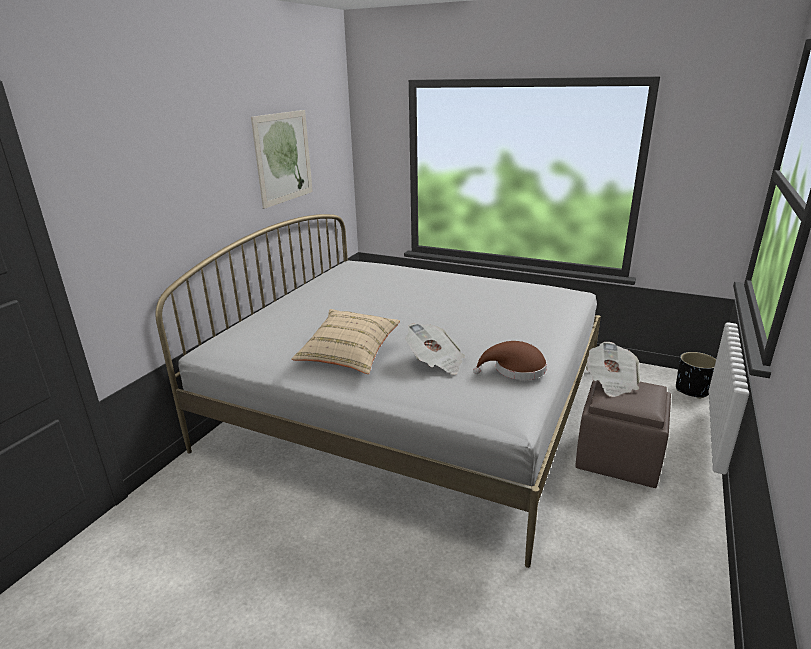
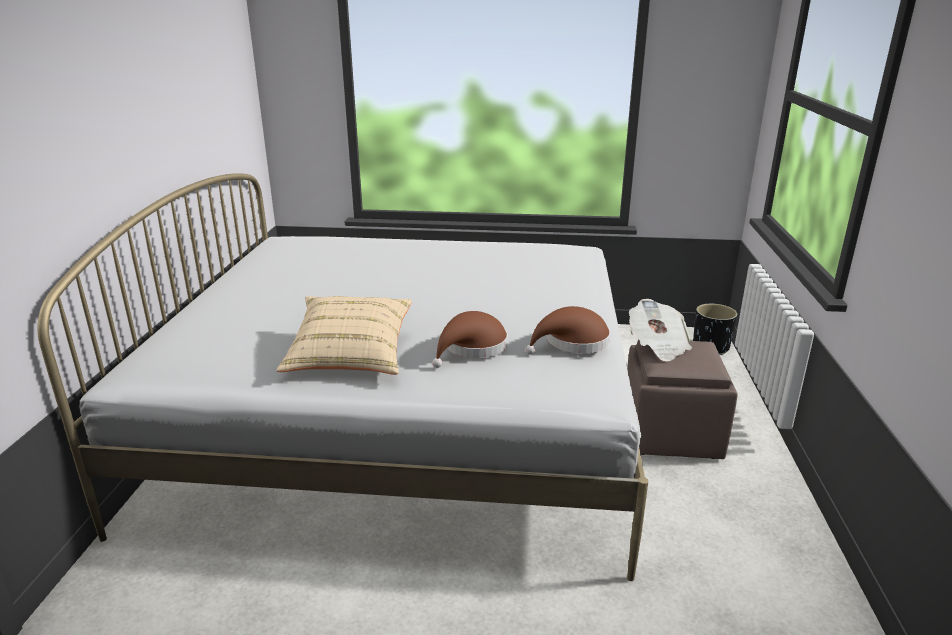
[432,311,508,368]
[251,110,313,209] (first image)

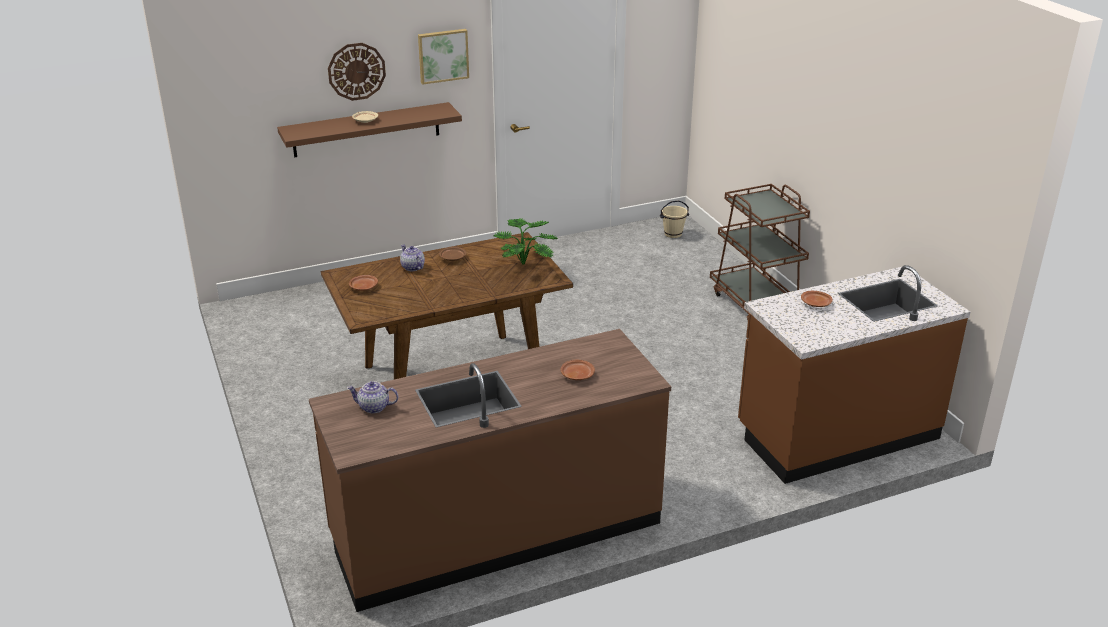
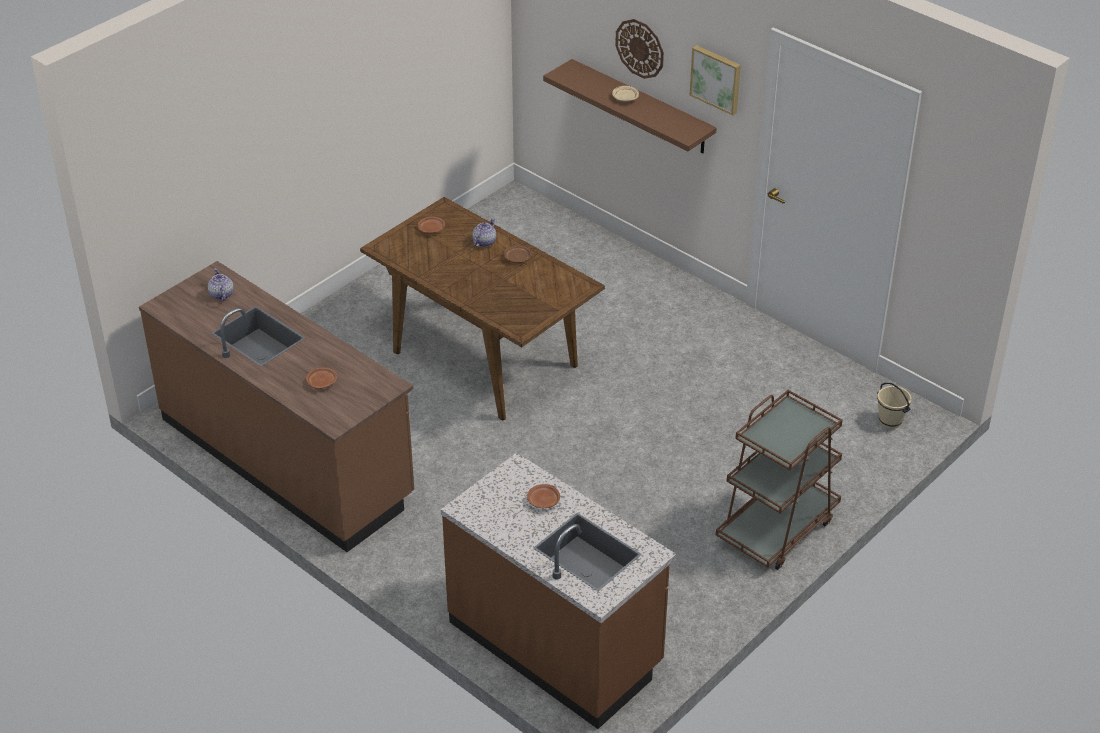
[494,218,558,265] (first image)

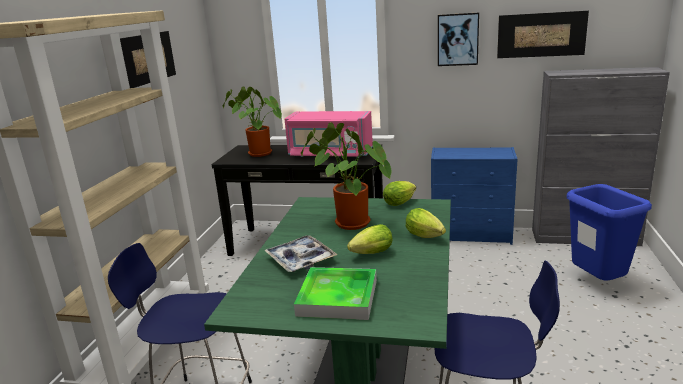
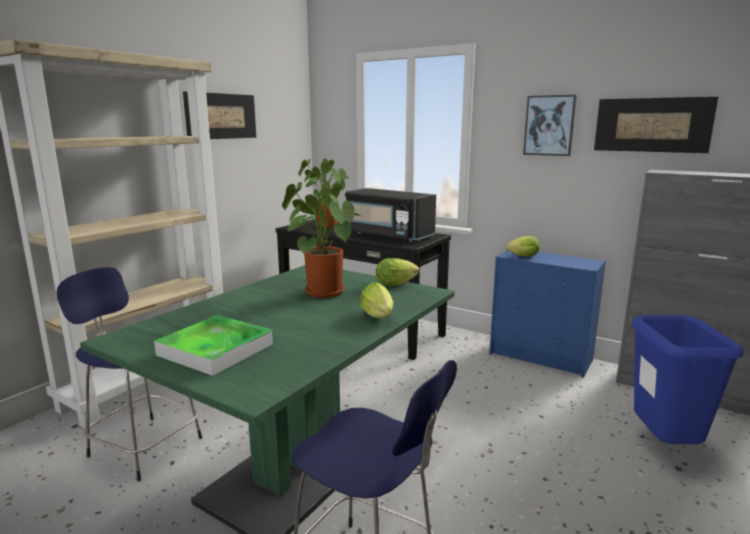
[345,188,436,242]
[506,236,540,256]
[264,235,338,272] (first image)

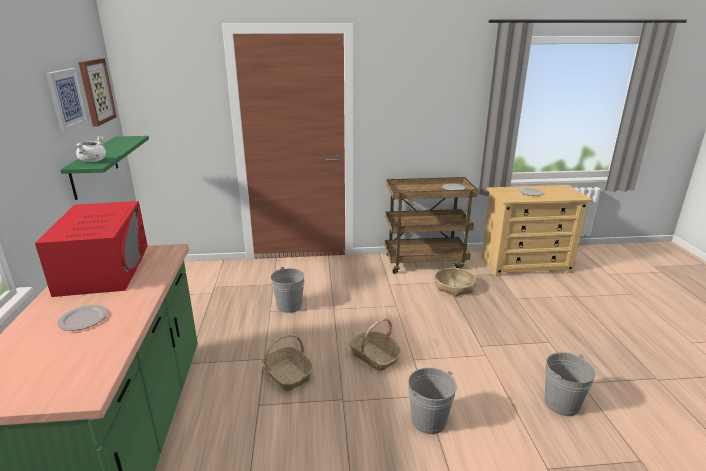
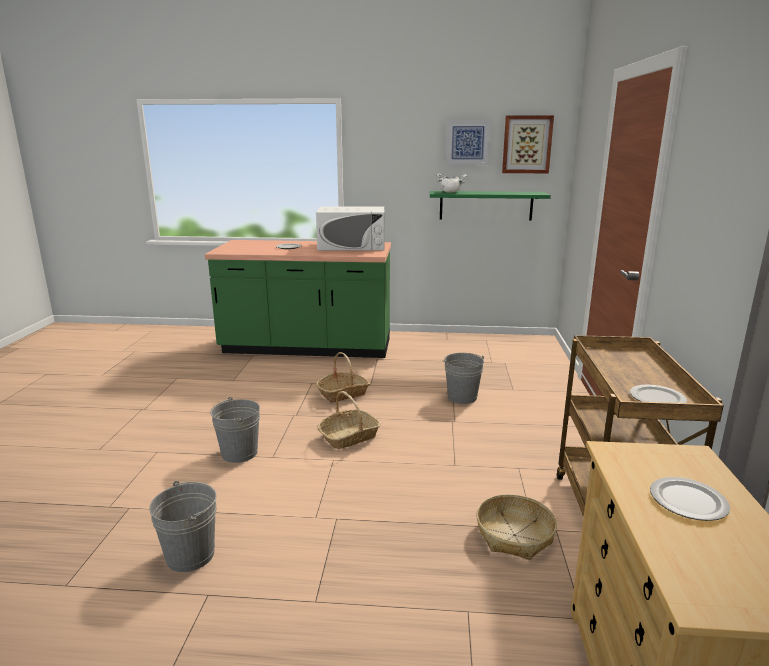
[316,207,384,251]

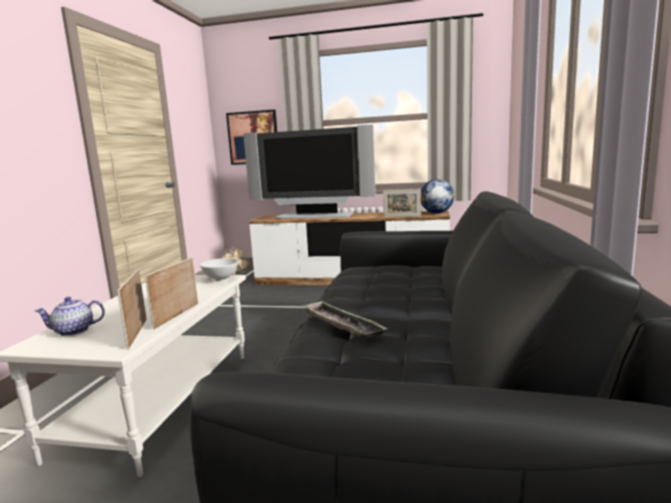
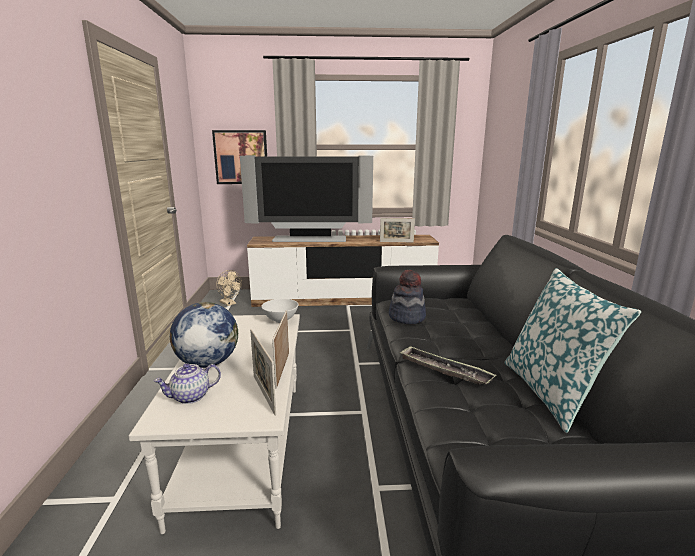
[170,302,238,368]
[389,270,426,324]
[505,268,641,433]

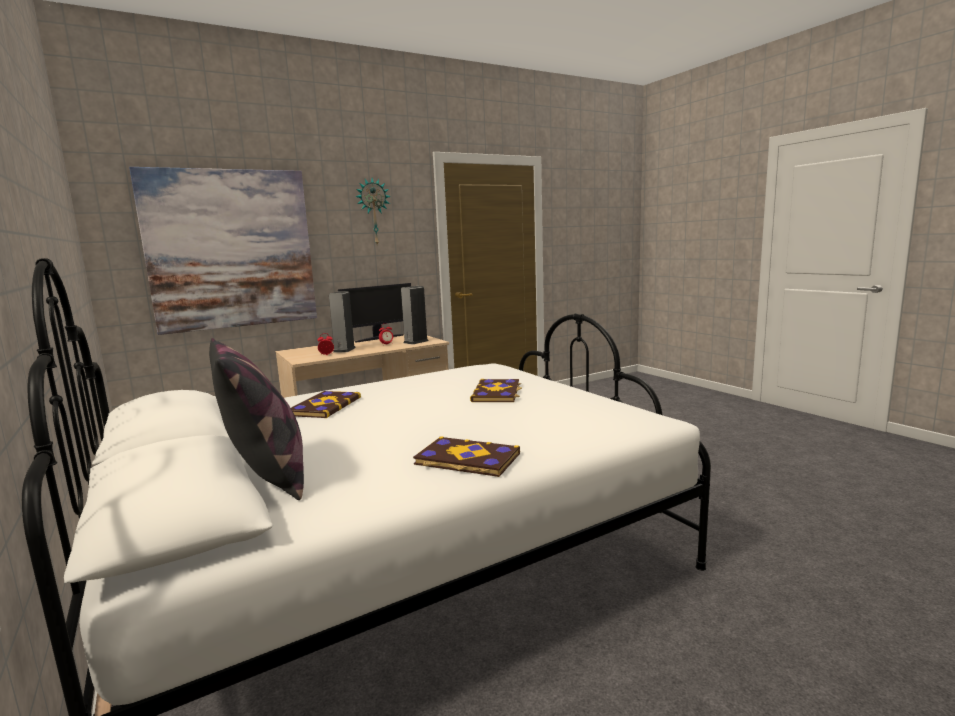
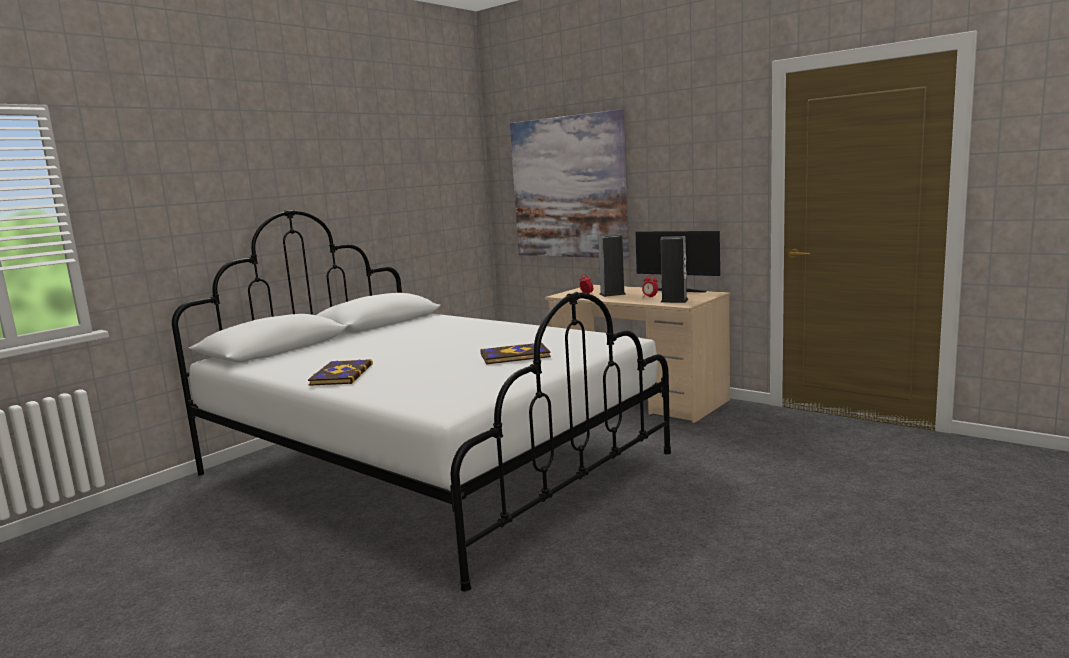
[209,338,304,500] (first image)
[291,391,361,418] (first image)
[355,178,391,245] (first image)

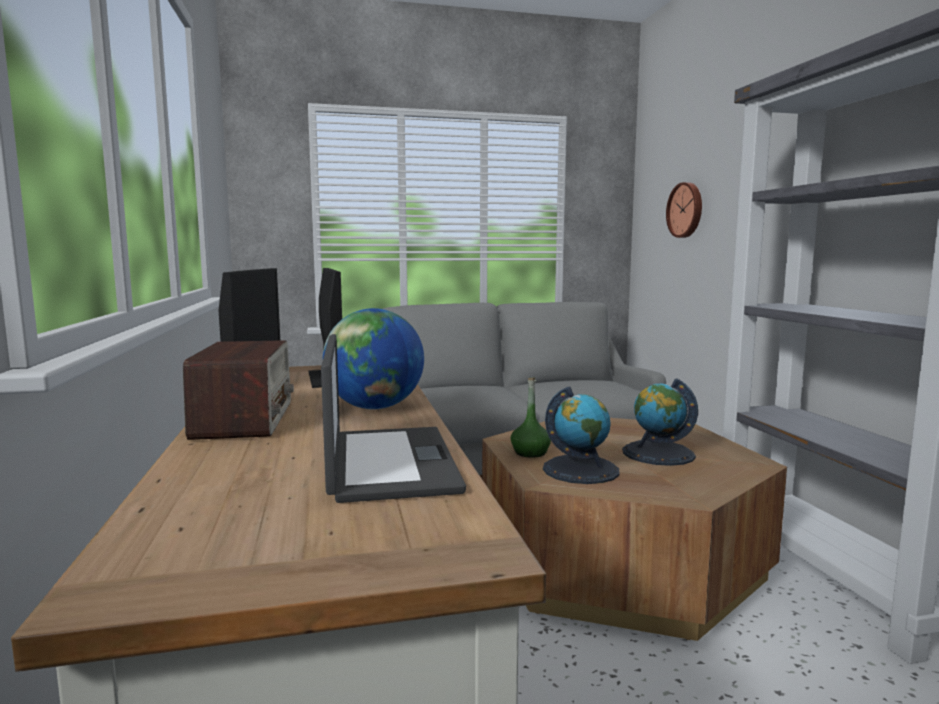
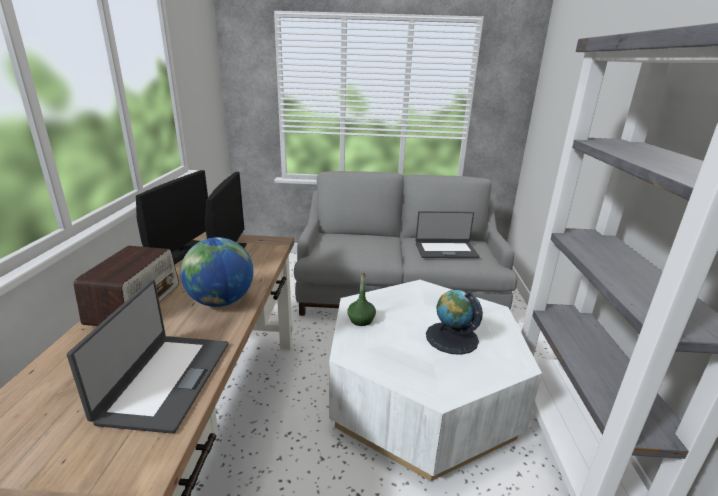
[329,280,542,481]
[416,211,480,258]
[543,387,619,484] (first image)
[666,182,702,238] (first image)

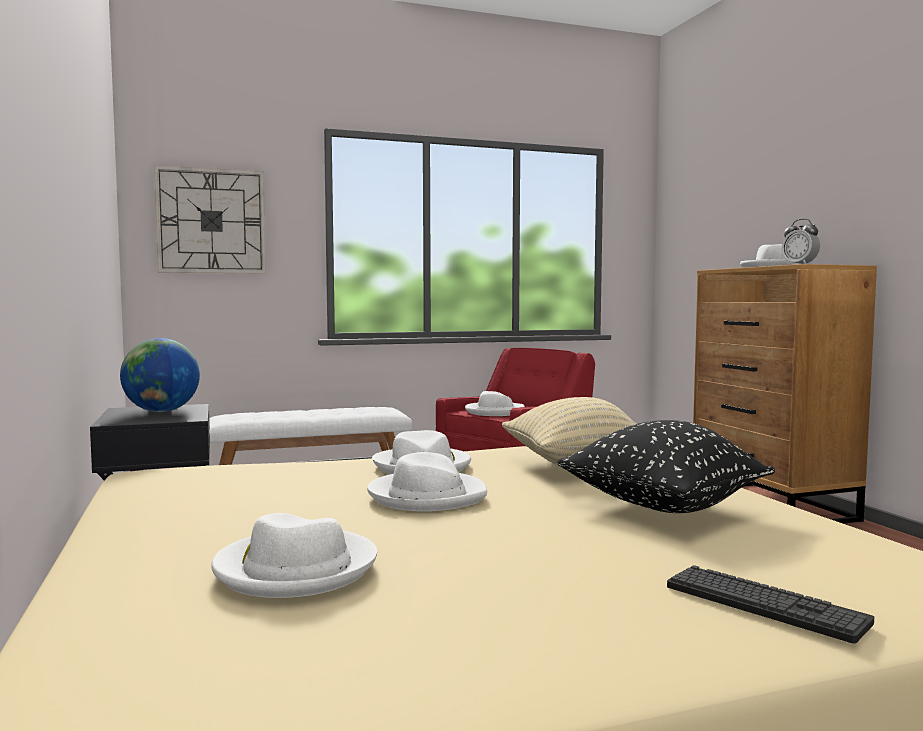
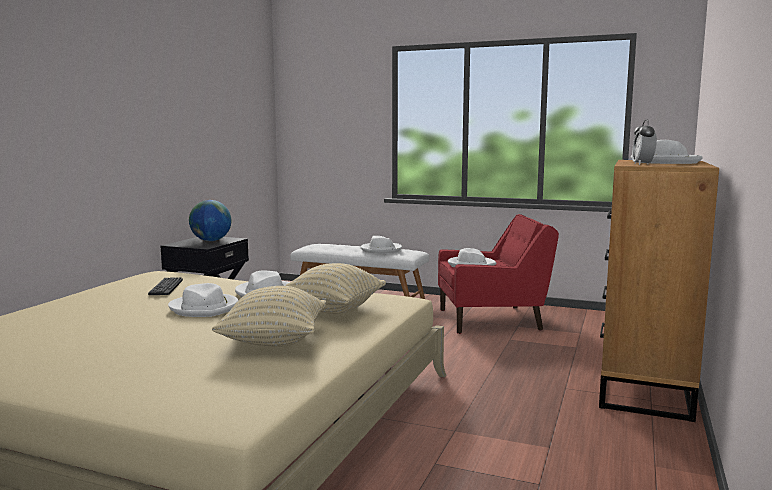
[148,277,183,295]
[212,286,326,347]
[361,236,402,254]
[154,165,266,274] (first image)

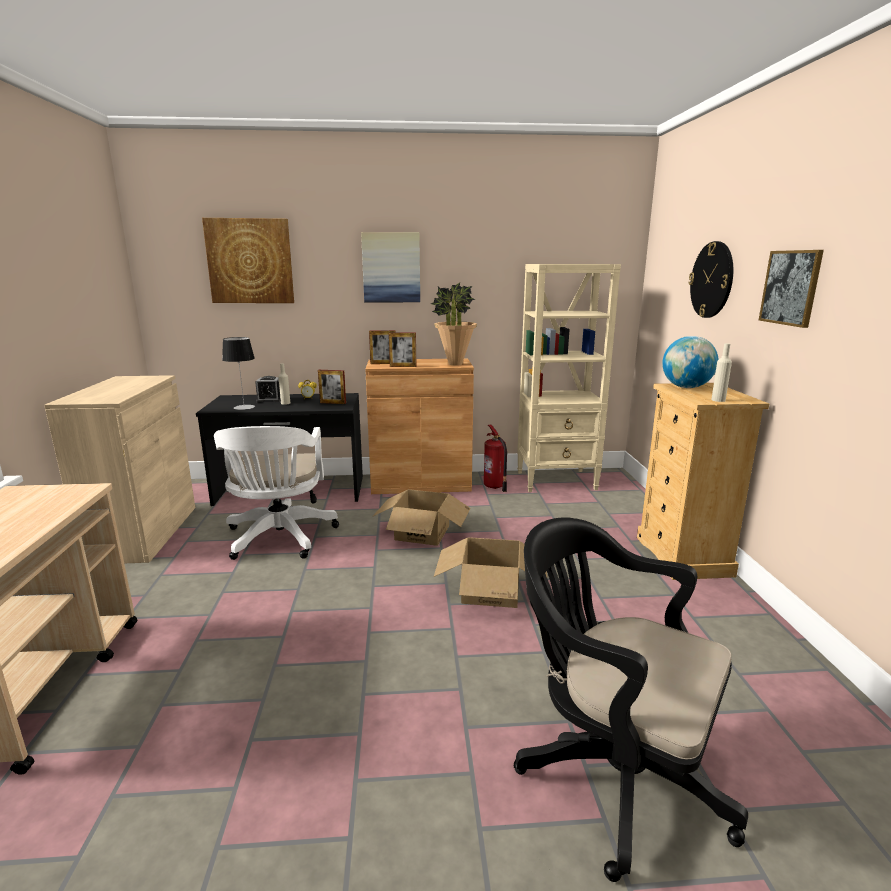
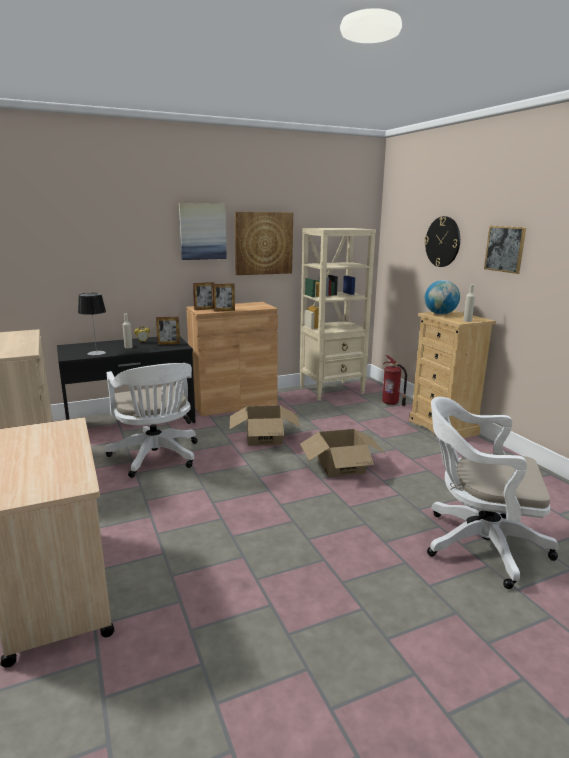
[235,212,293,275]
[382,355,407,406]
[427,397,558,589]
[255,376,281,402] (first image)
[431,283,477,366] (first image)

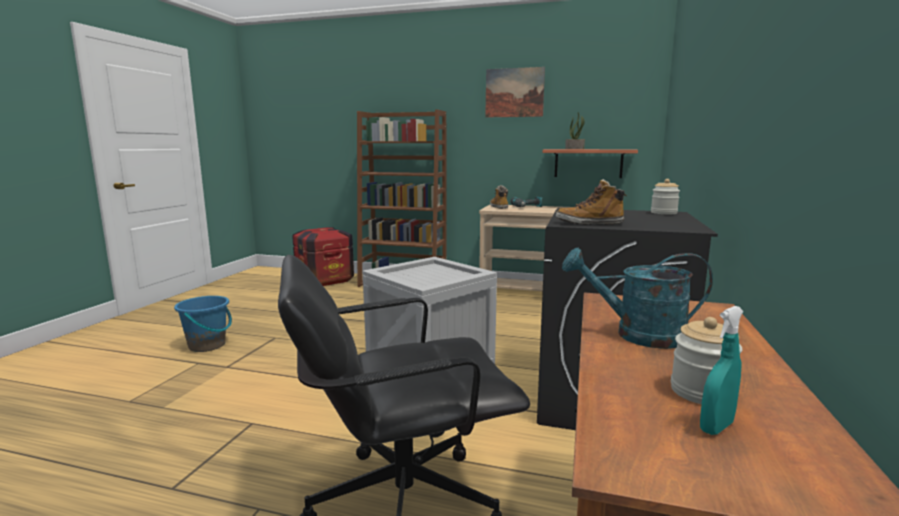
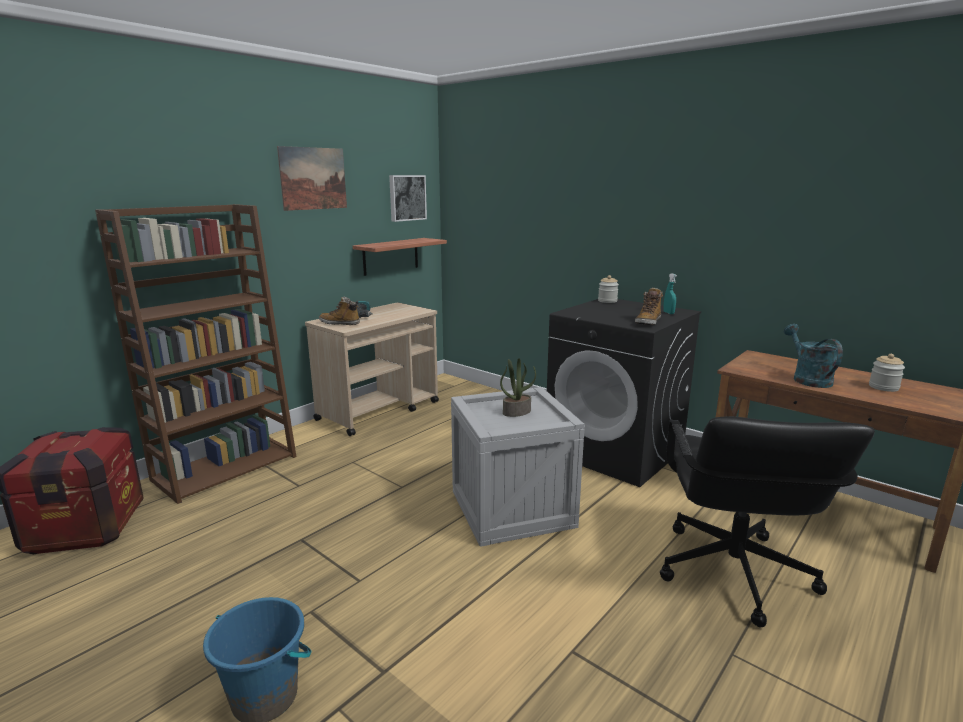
[389,175,427,222]
[500,358,536,417]
[663,273,677,314]
[784,324,843,388]

